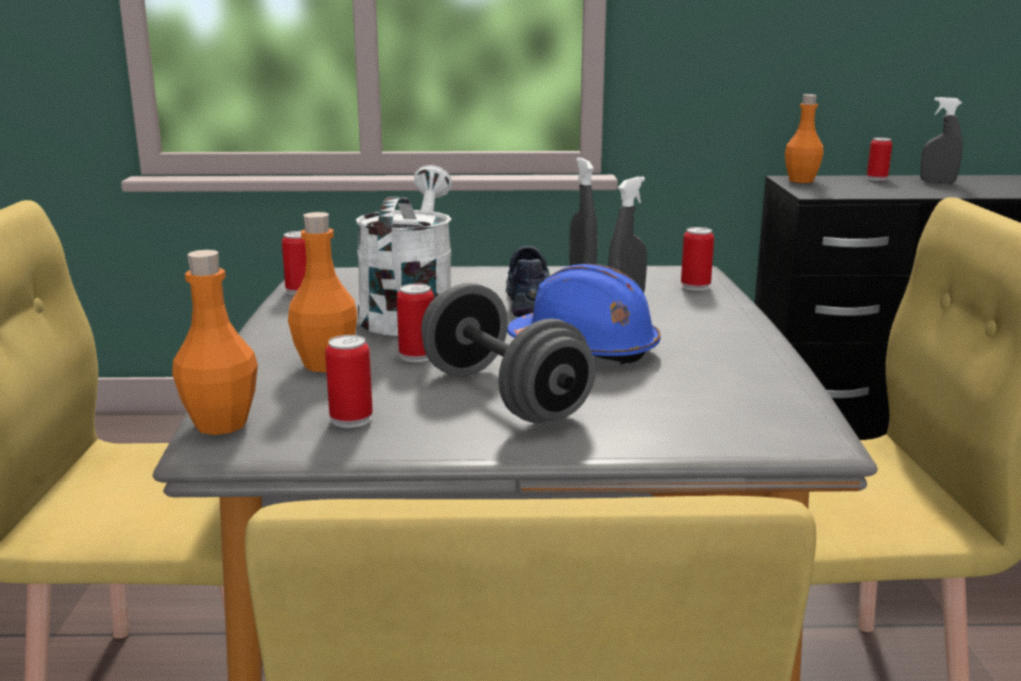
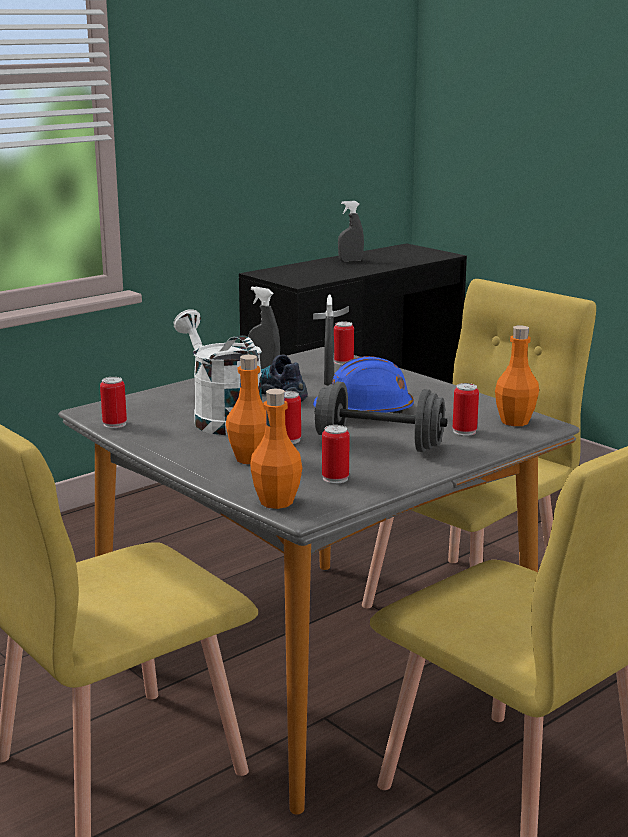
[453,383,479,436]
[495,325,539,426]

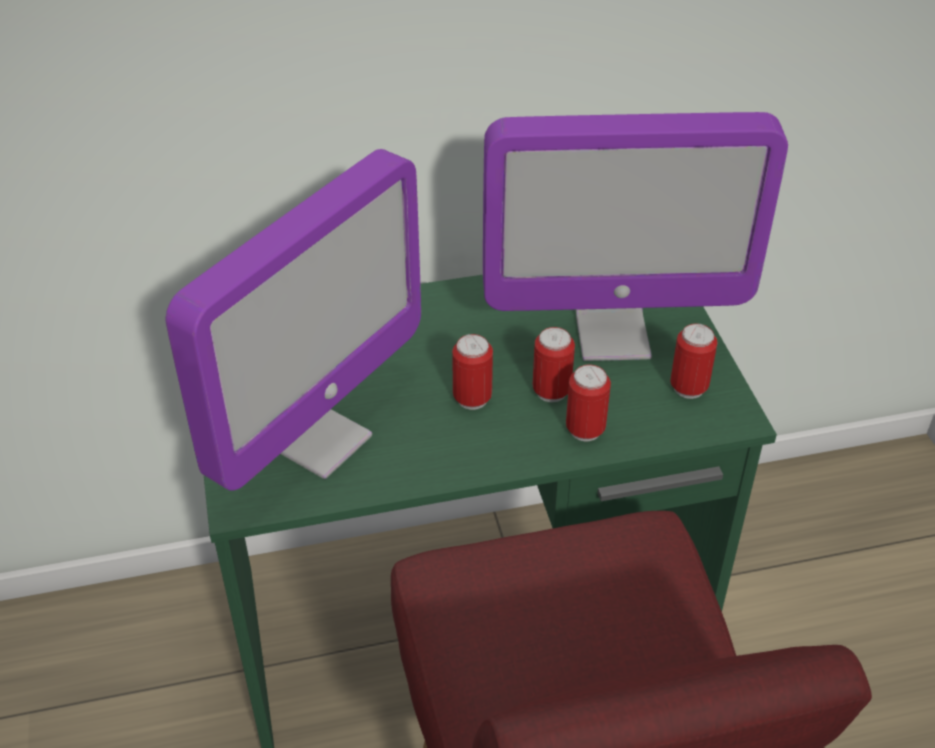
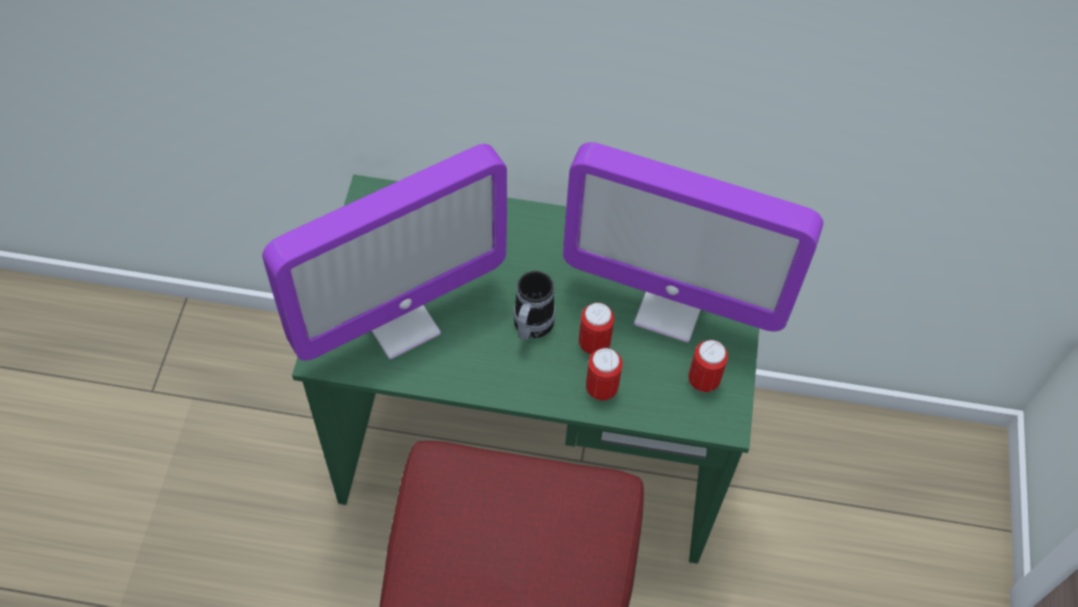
[514,271,555,340]

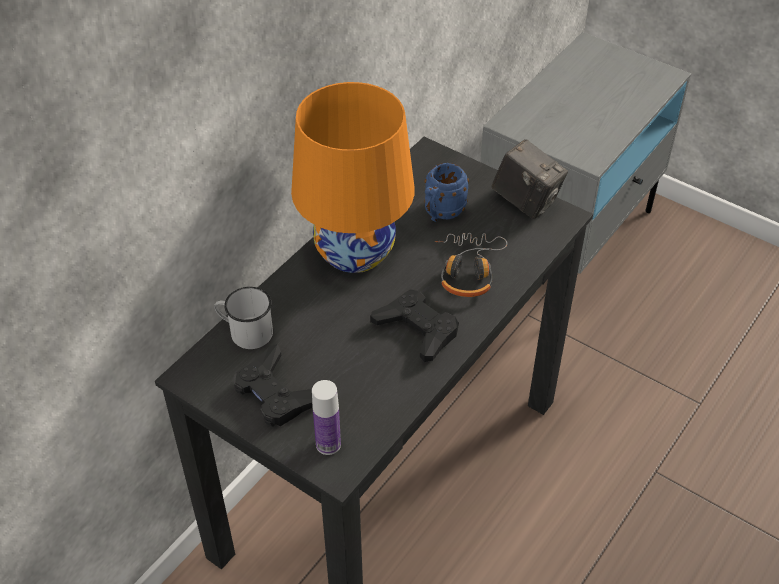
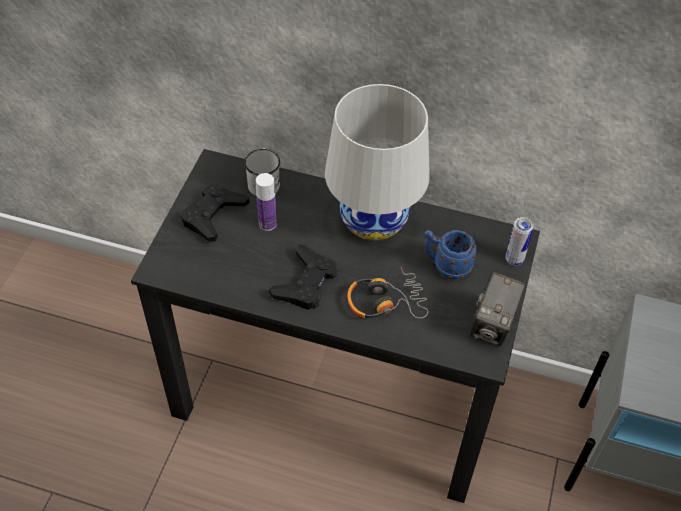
[256,173,277,231]
[325,84,430,241]
[506,217,534,265]

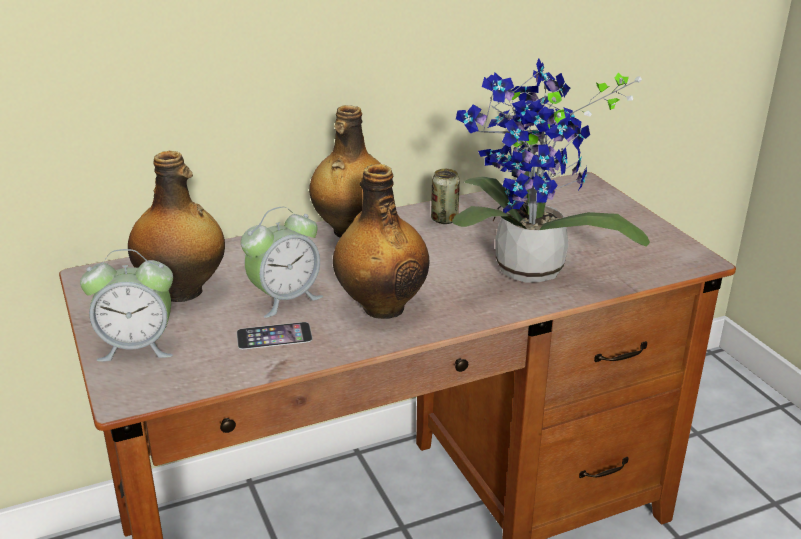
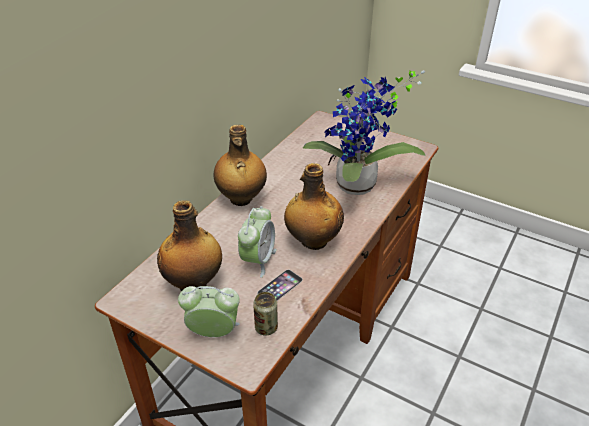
[178,286,240,337]
[253,292,278,336]

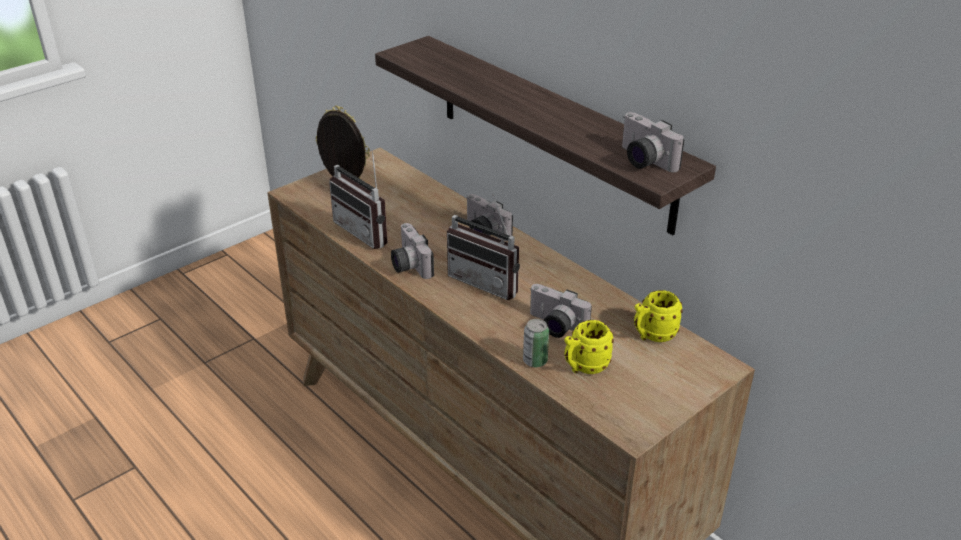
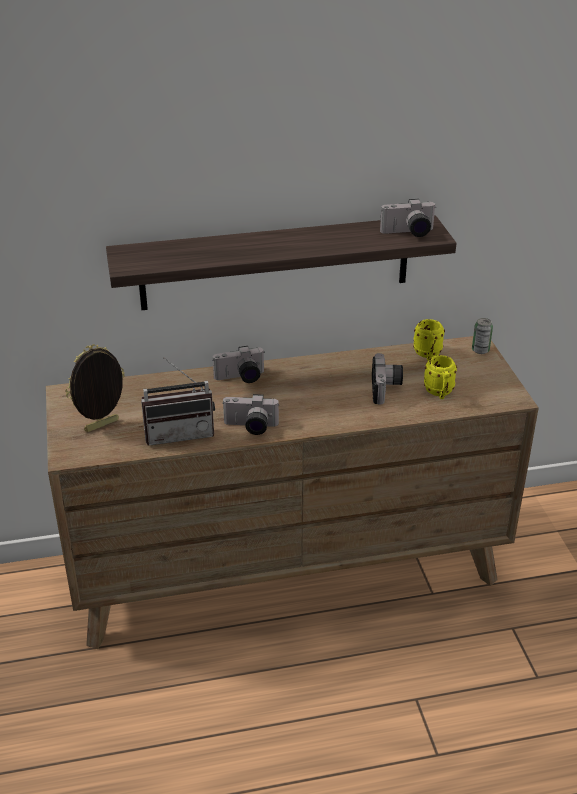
[372,353,403,404]
[472,318,493,354]
[447,194,520,300] (first image)

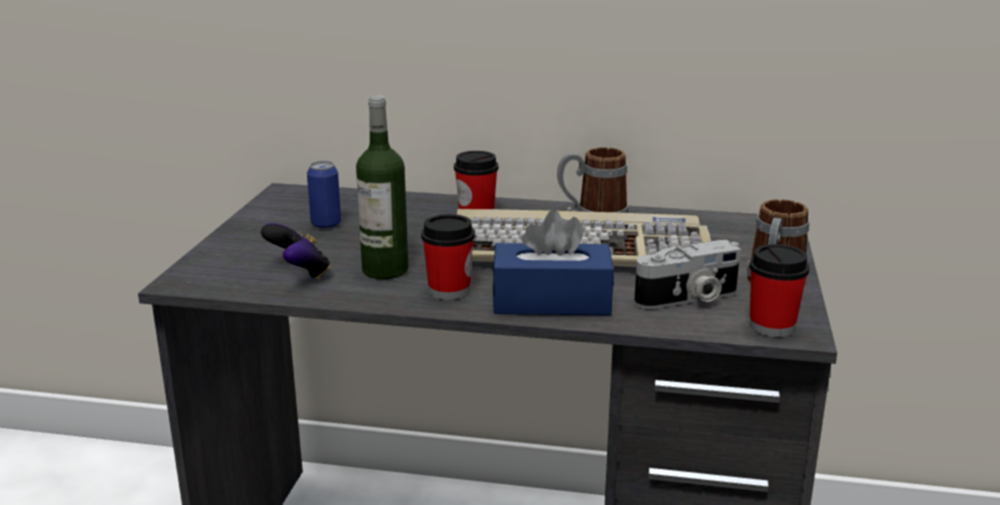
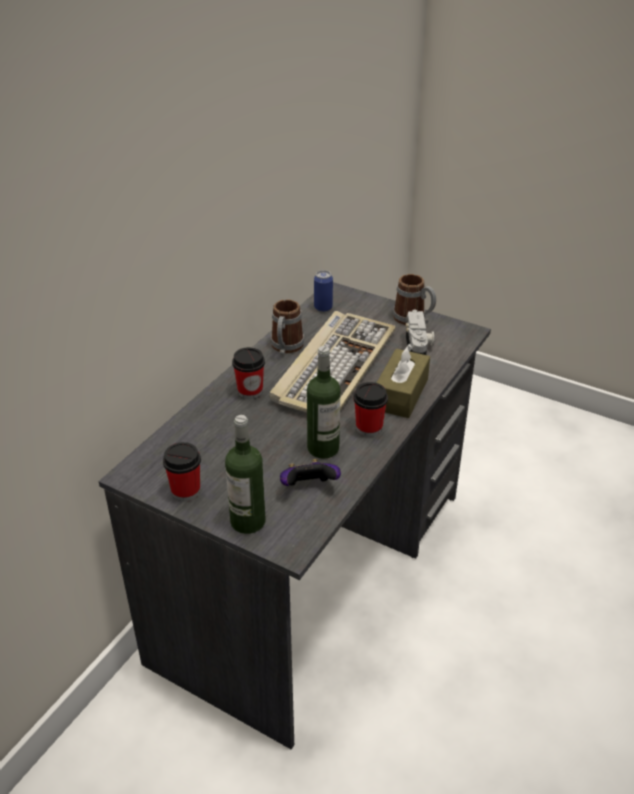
[163,442,201,502]
[225,415,266,534]
[314,270,333,312]
[377,344,430,418]

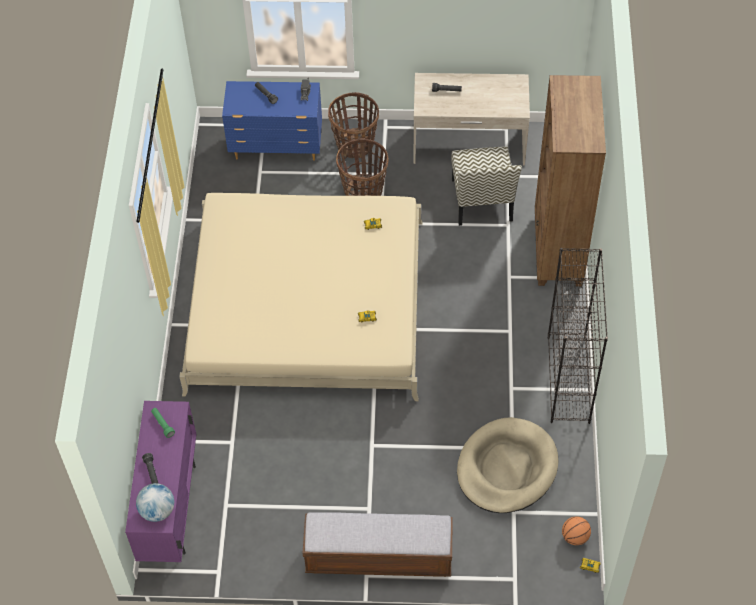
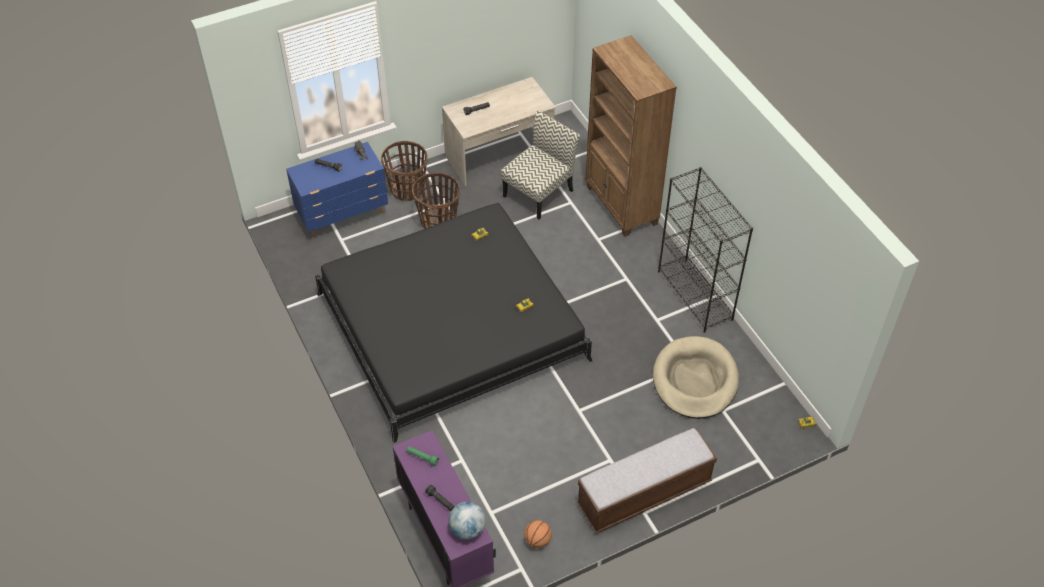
[315,203,592,443]
[501,111,580,219]
[524,520,552,548]

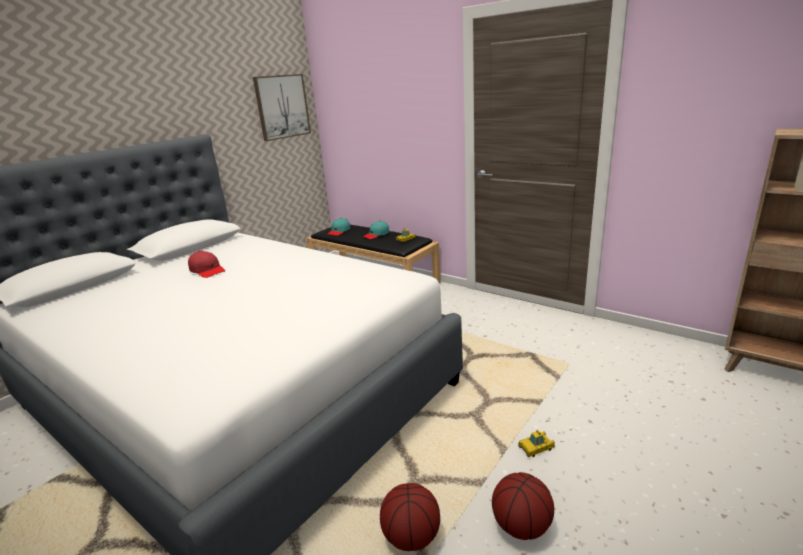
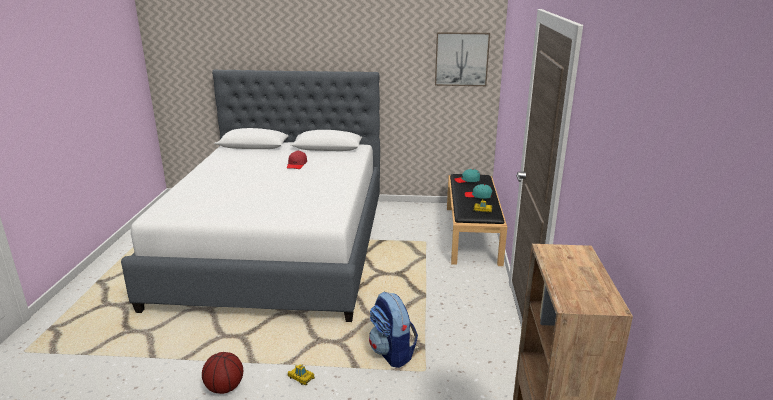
[369,292,418,368]
[380,483,440,551] (first image)

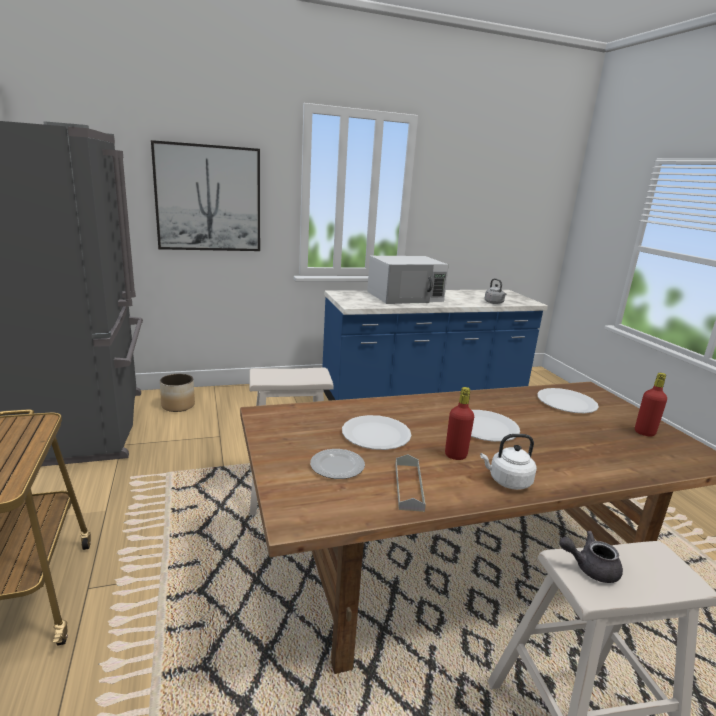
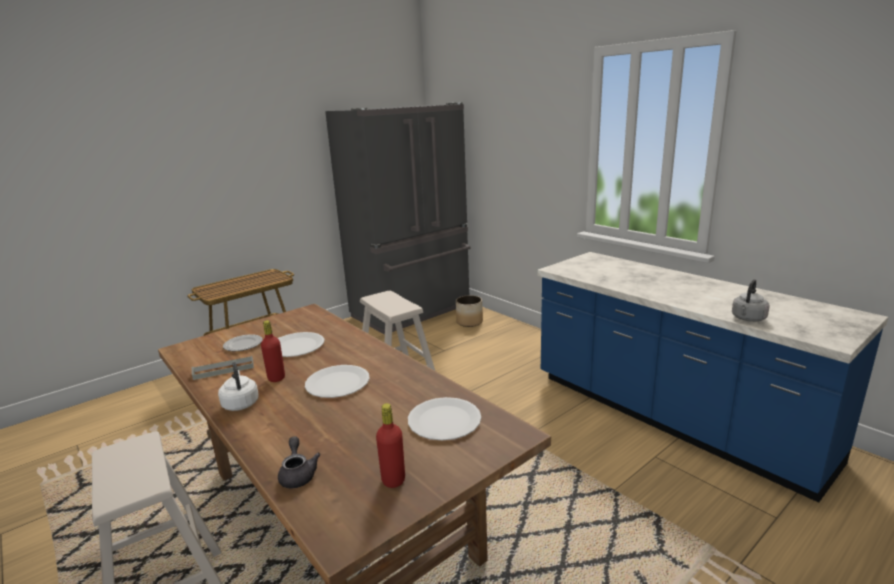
[278,436,321,488]
[151,140,260,251] (first image)
[367,256,449,304] (first image)

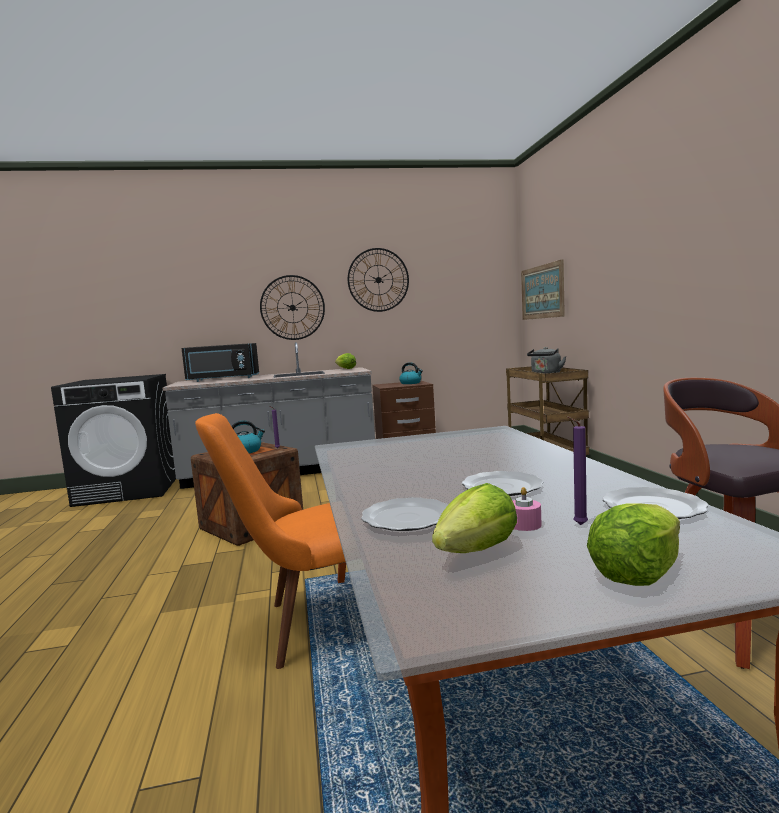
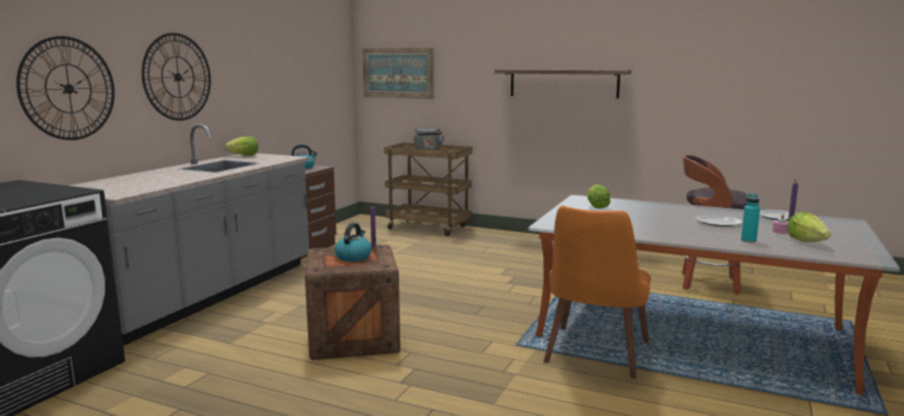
[16,36,115,140]
[495,69,631,99]
[587,184,610,209]
[741,194,760,243]
[182,343,259,382] (first image)

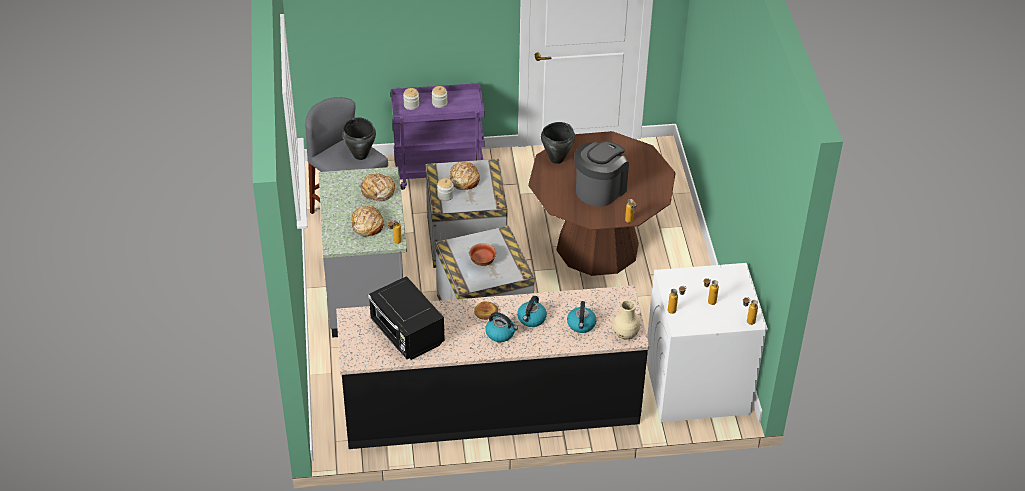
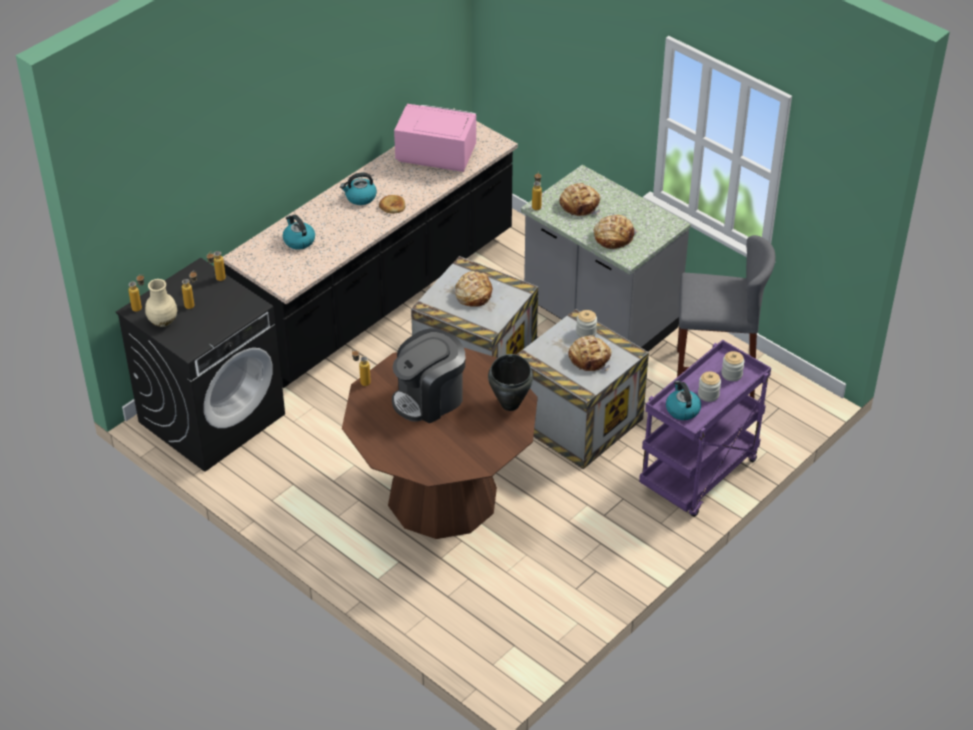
[116,258,285,472]
[145,279,177,327]
[392,328,465,423]
[394,104,477,172]
[455,271,493,307]
[666,381,701,420]
[342,117,376,160] (first image)

